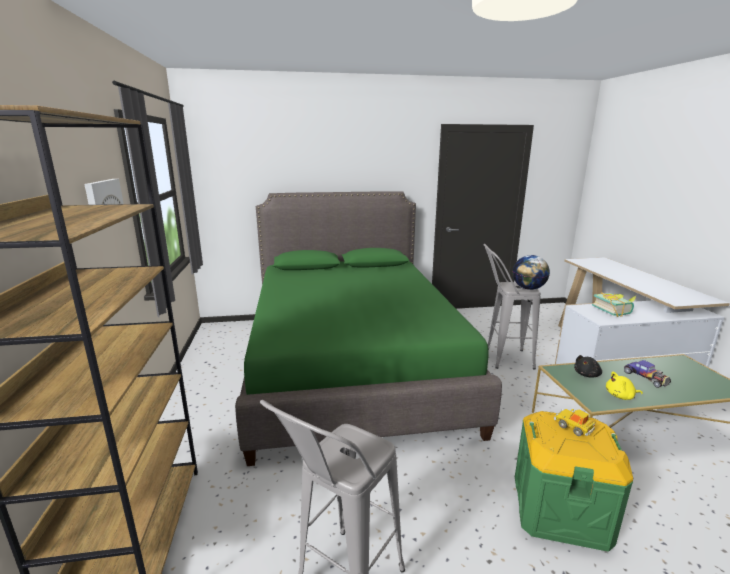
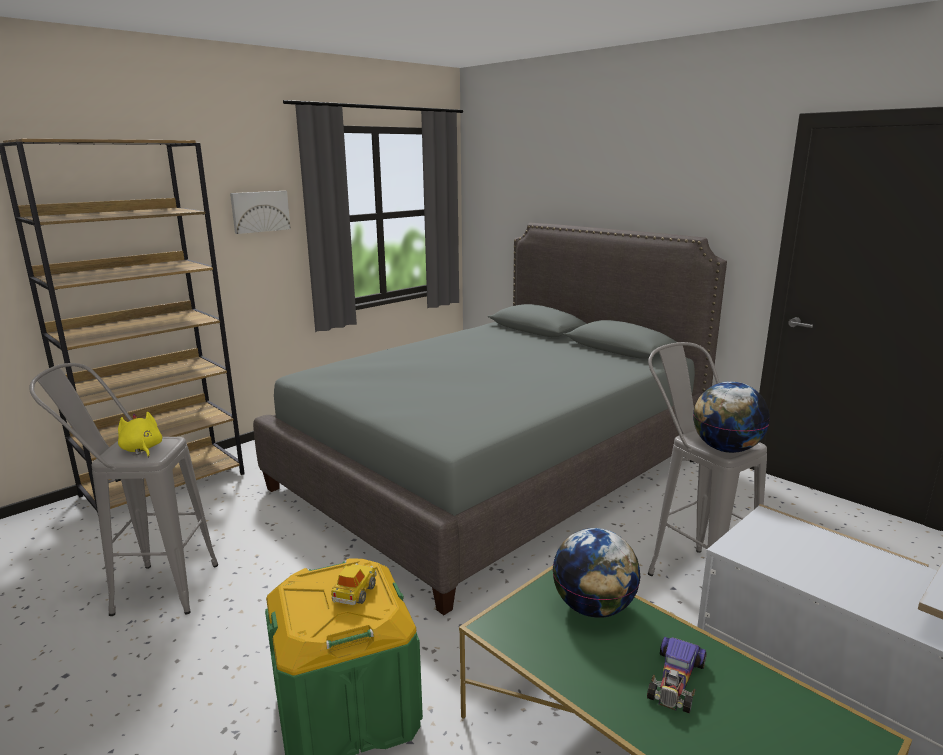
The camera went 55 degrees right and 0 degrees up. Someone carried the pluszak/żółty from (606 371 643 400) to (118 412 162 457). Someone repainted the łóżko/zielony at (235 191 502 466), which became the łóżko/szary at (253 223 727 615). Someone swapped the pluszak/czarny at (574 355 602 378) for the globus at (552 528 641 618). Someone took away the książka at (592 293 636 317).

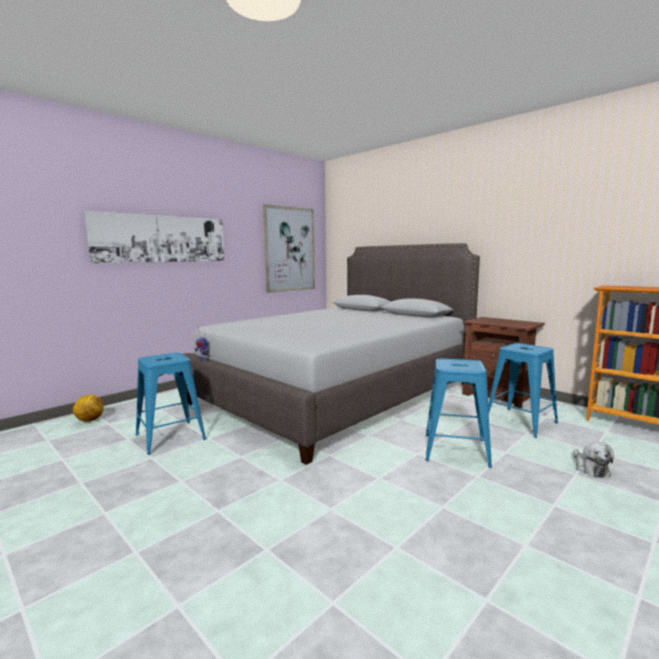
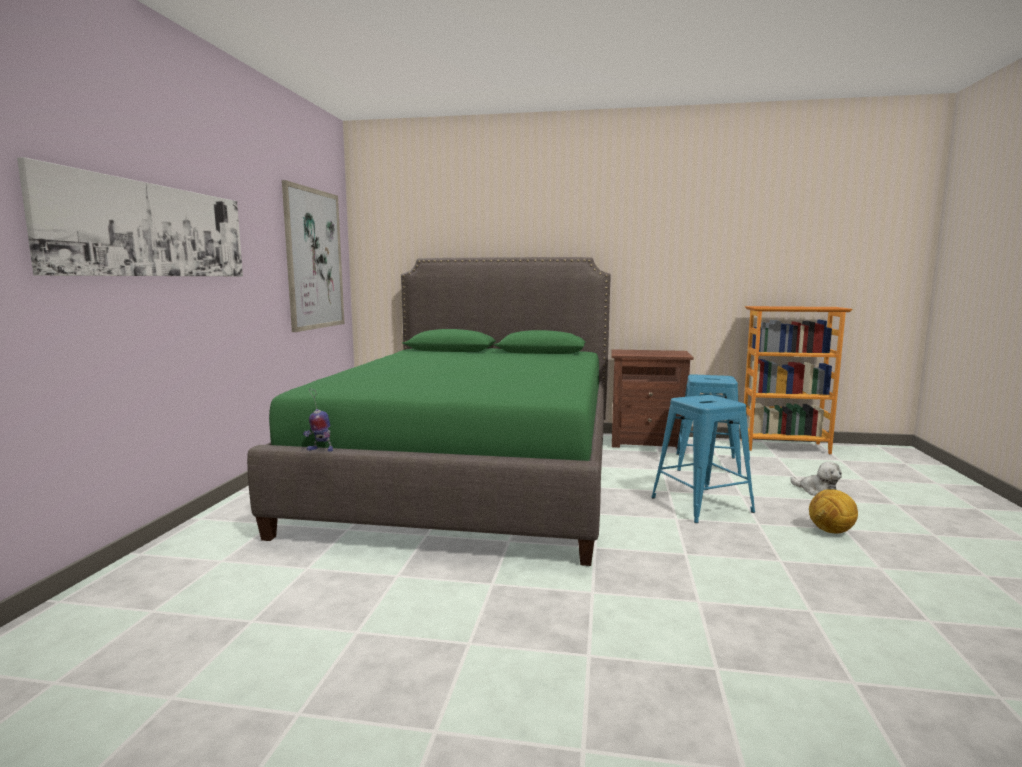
The camera went 35 degrees left and 0 degrees up. Someone repainted the łóżko/szary at (183 243 480 465), which became the łóżko/zielony at (247 257 611 566). Someone carried the piłka futbolowa from (73 395 104 422) to (809 489 858 534). Someone took away the stołek/niebieski at (136 352 206 455).

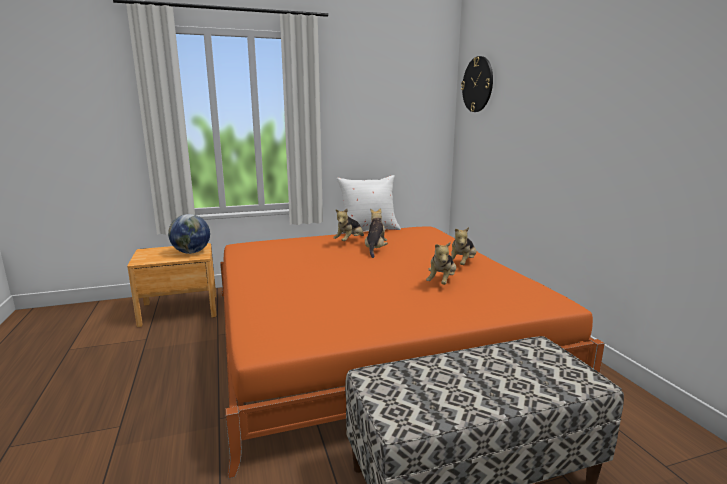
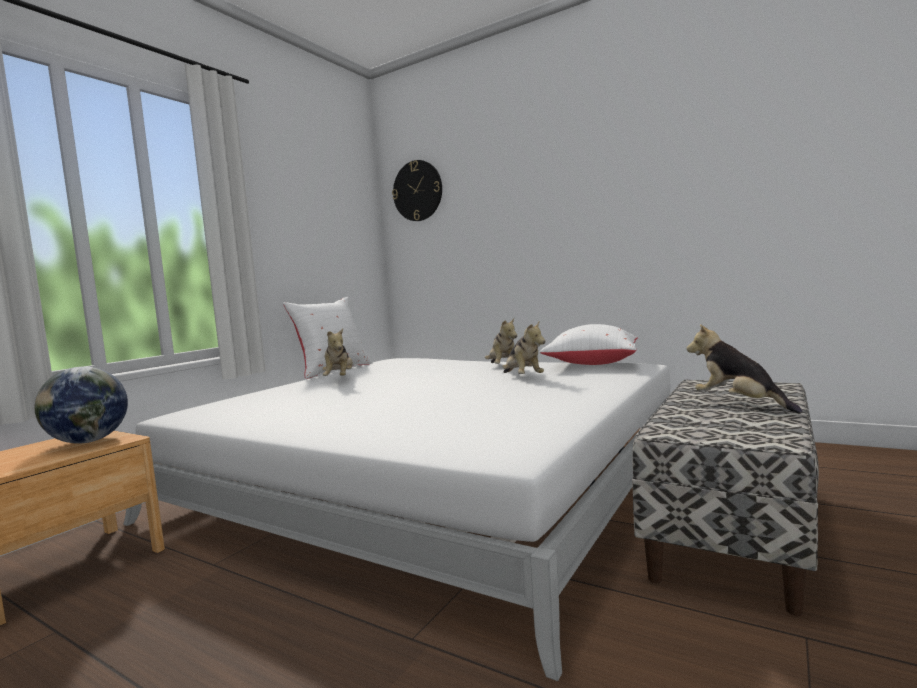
The camera went 40 degrees left and 10 degrees down. Someone repainted the łóżko/pomarańczowy at (220 227 605 478), which became the łóżko/biały at (123 358 671 681). Someone put down the poduszka/biały at (540 324 638 365). Someone carried the pluszak from (365 209 388 258) to (687 325 802 413).

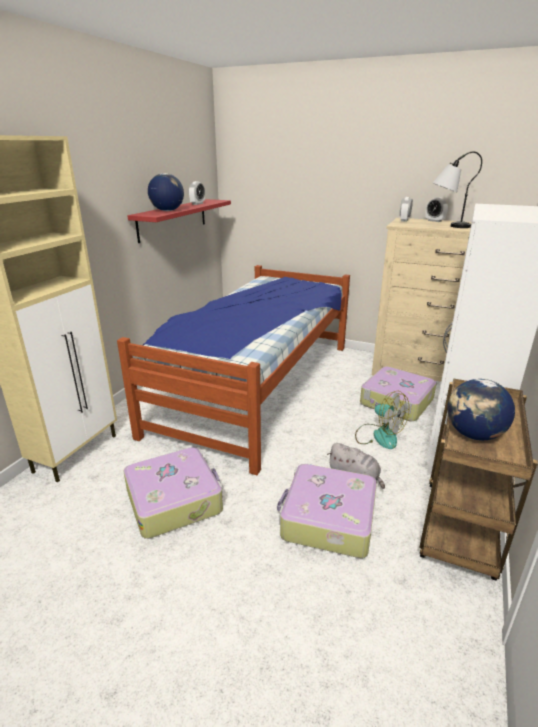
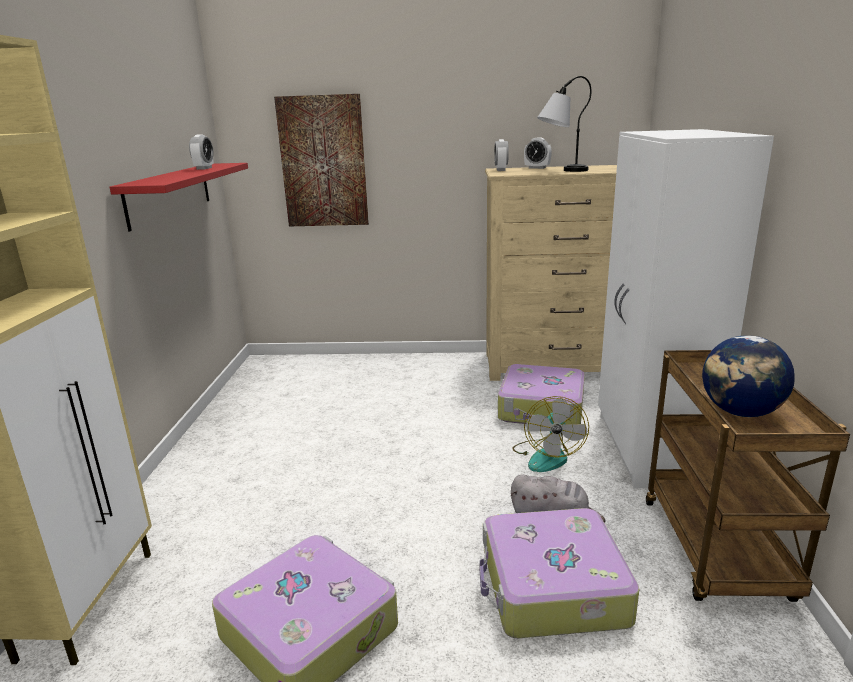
The camera went 20 degrees left and 5 degrees down. Someone put up the obraz at (274 94 369 226). Someone rotated the wentylator at (355 391 409 449) by 75 degrees clockwise. Someone took away the łóżko at (117 265 350 475). Someone took away the globus at (148 173 184 211).

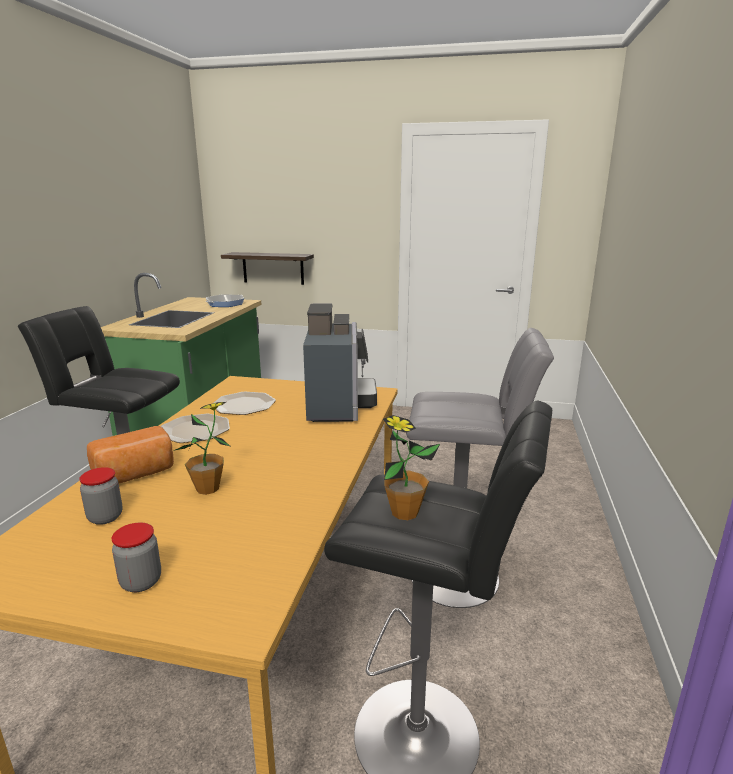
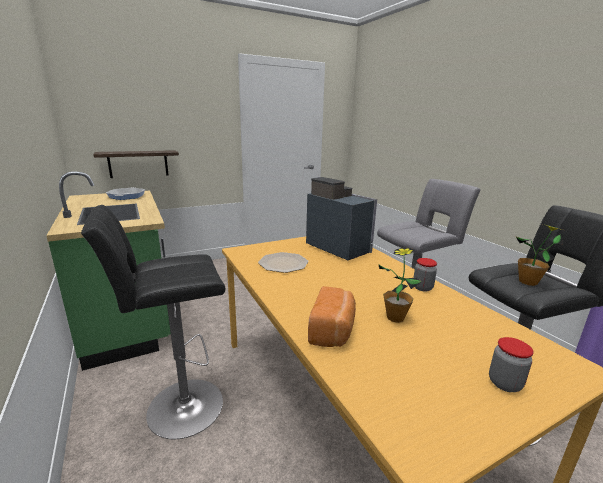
The camera went 40 degrees left and 0 degrees up. Someone carried the słoik from (79 467 123 525) to (414 258 437 292). Someone took away the talerz at (161 414 230 443).

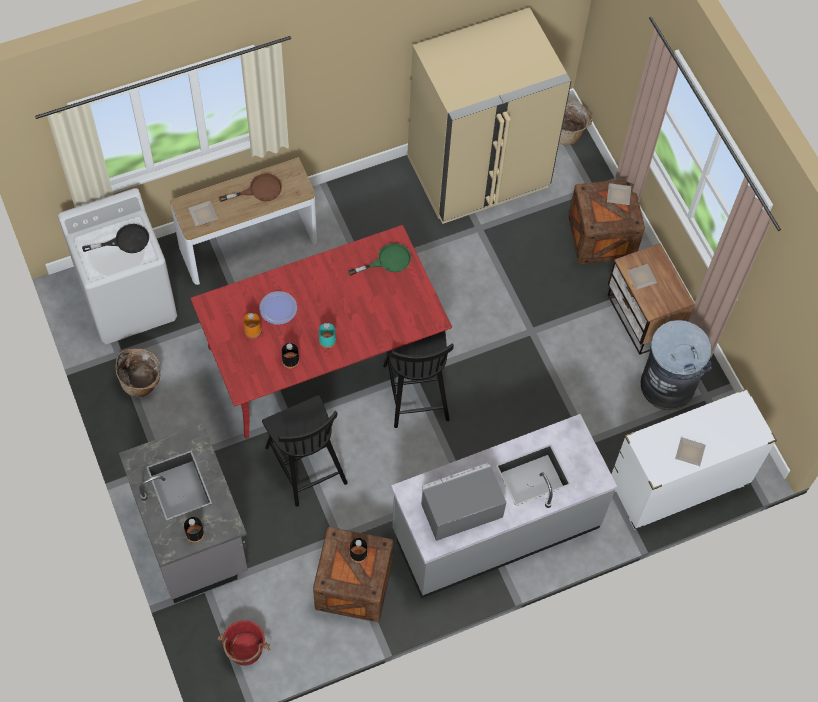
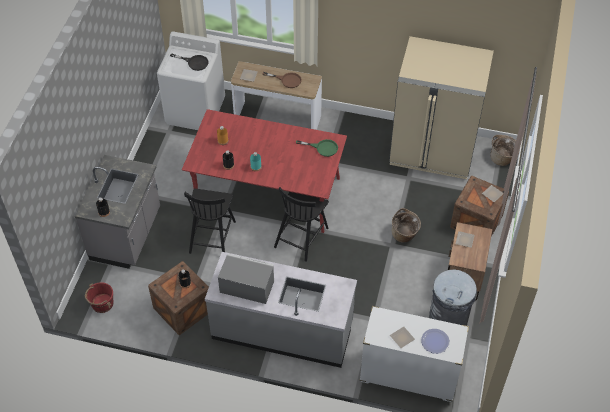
The camera went 40 degrees right and 10 degrees down. Someone carried the koszyk from (116 349 161 397) to (392 208 421 242). Someone carried the talerz from (259 291 297 325) to (421 329 450 354).

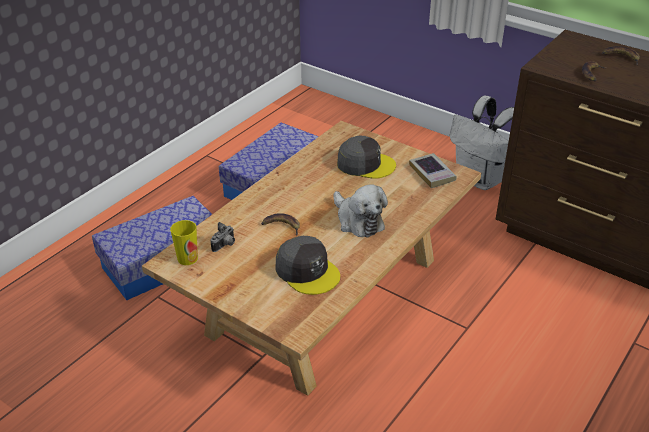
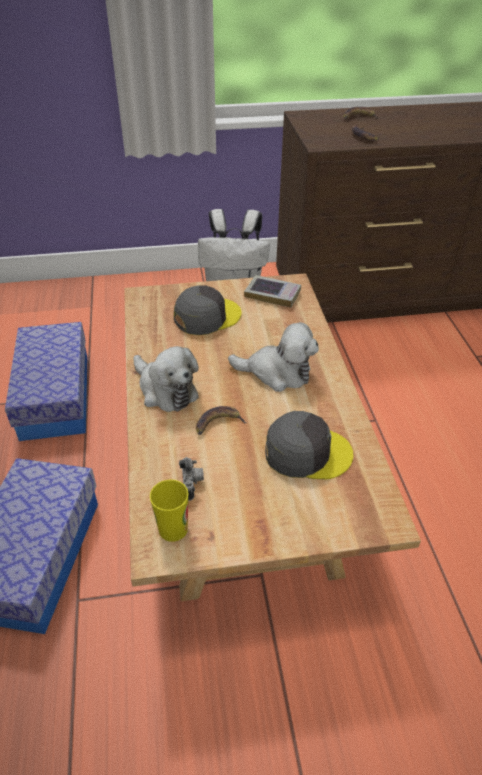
The camera went 45 degrees left and 5 degrees up. Someone put down the pluszak at (134 346 199 412).

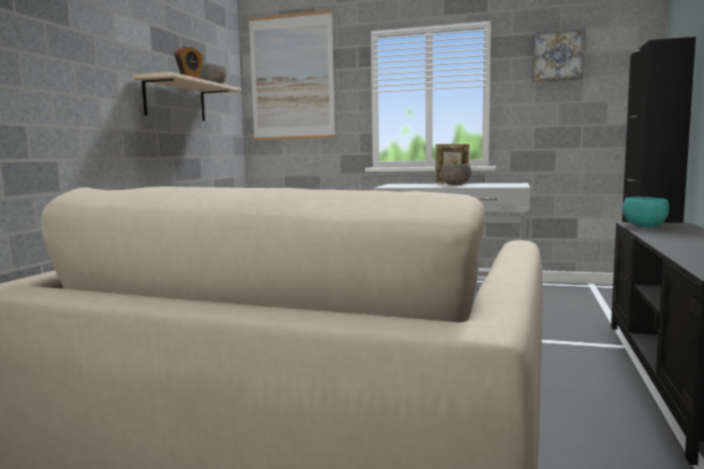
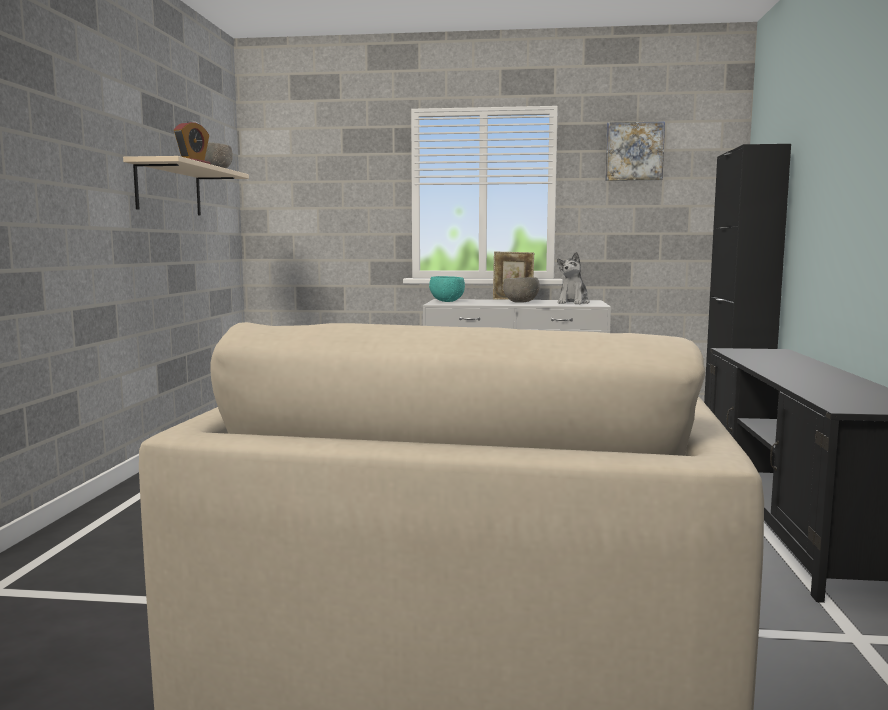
The camera went 10 degrees left and 0 degrees up. Someone carried the miska/turkusowy from (622 197 669 228) to (429 276 465 302). Someone put down the pluszak at (557 252 590 304). Someone took away the obraz at (248 10 335 140).

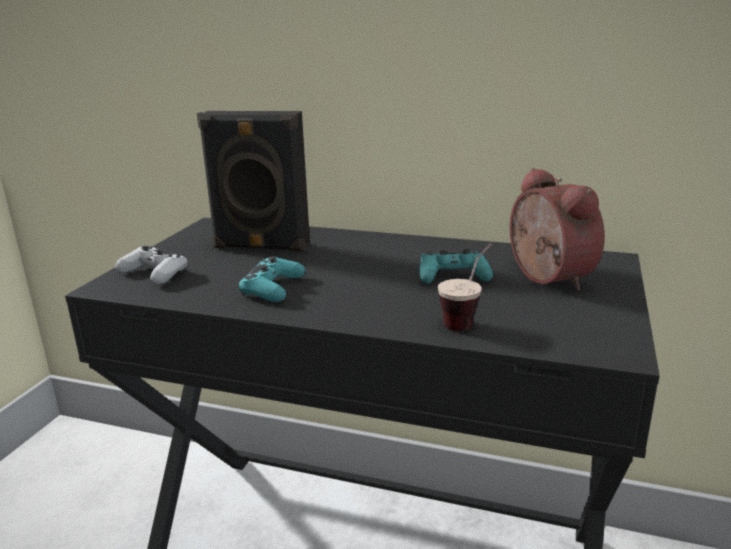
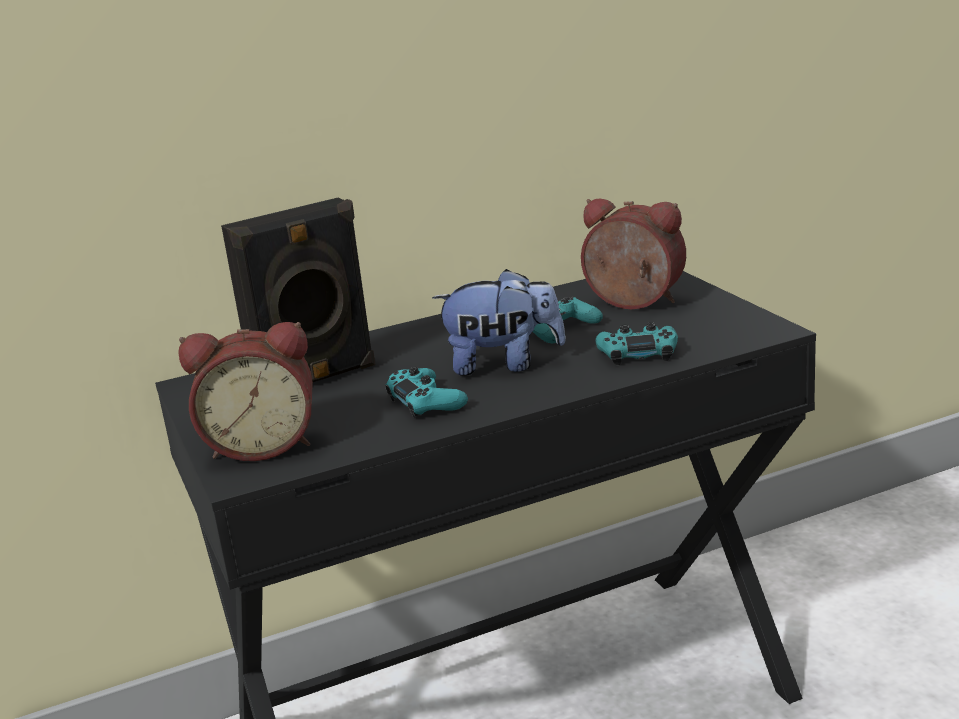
The camera went 40 degrees left and 0 degrees up. Someone swapped the pad do gier/biały at (115 246 187 284) for the budzik at (178 322 313 461). Someone put down the pluszak at (432 269 566 376). Someone swapped the filiżanka at (438 243 492 331) for the pad do gier/turkusowy at (596 322 678 365).

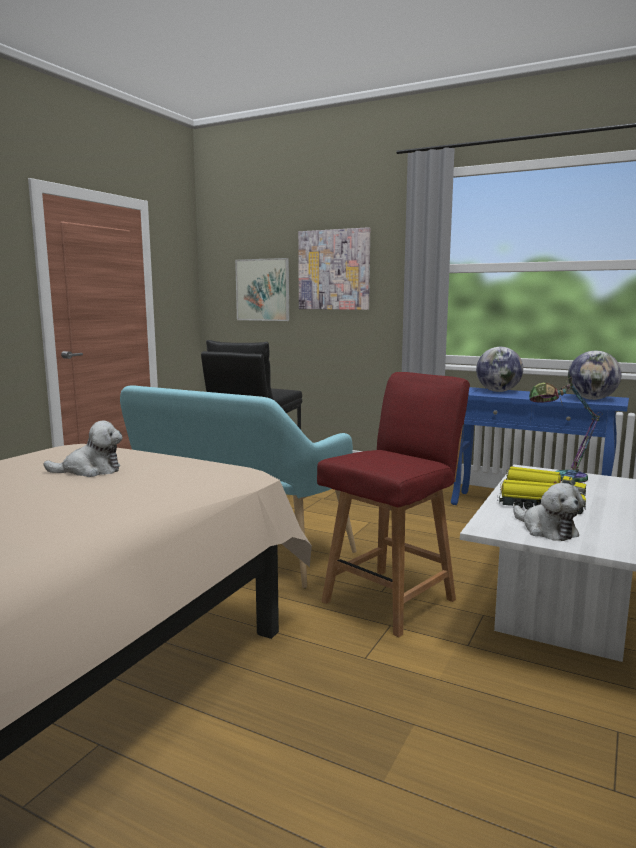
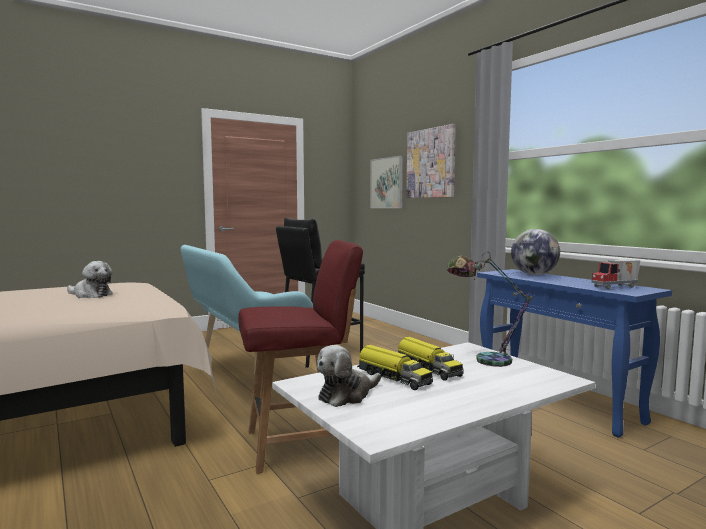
The camera went 30 degrees right and 5 degrees down. Someone rotated the pluszak at (513 483 584 541) by 45 degrees clockwise. Someone swapped the globus at (568 351 622 400) for the ciężarówka zabawkowa at (591 259 640 290).

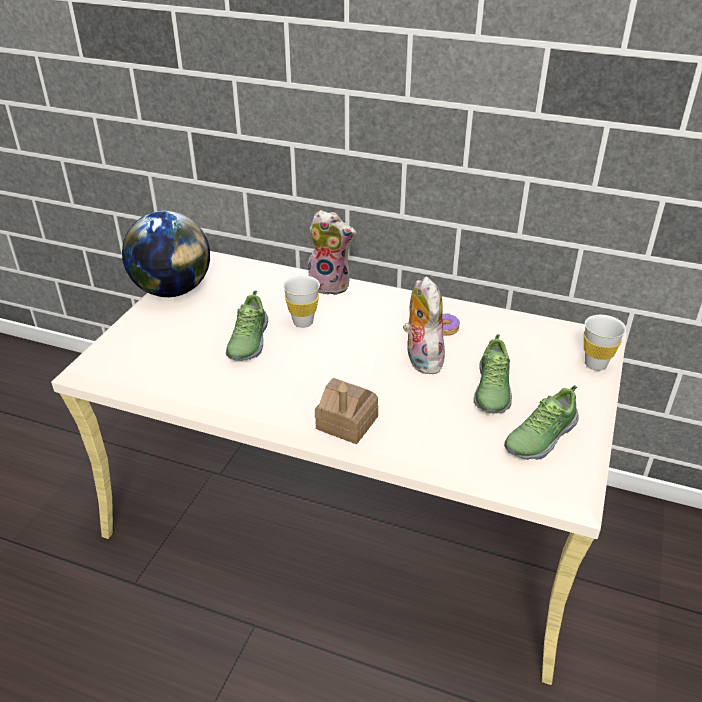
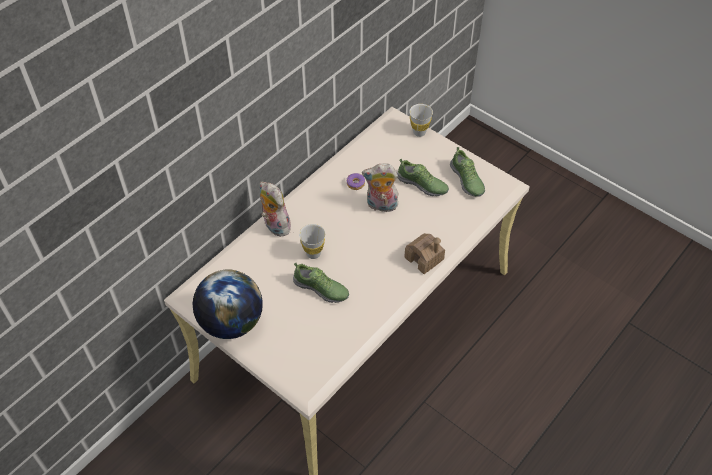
The camera went 70 degrees left and 15 degrees up. Someone rotated the pluszak at (308 210 357 295) by 75 degrees counterclockwise.

